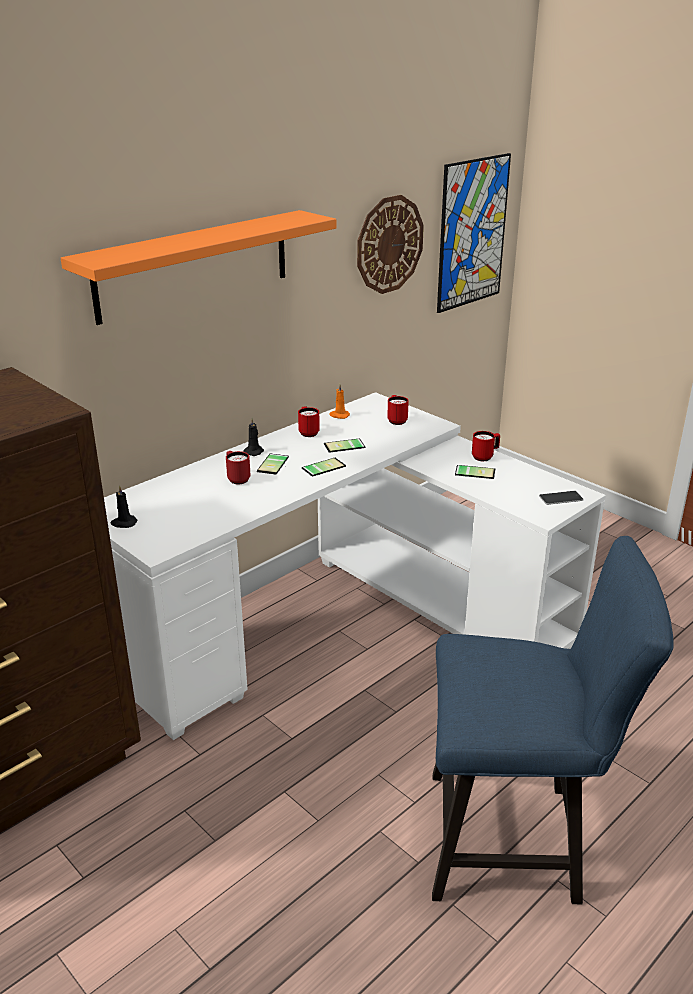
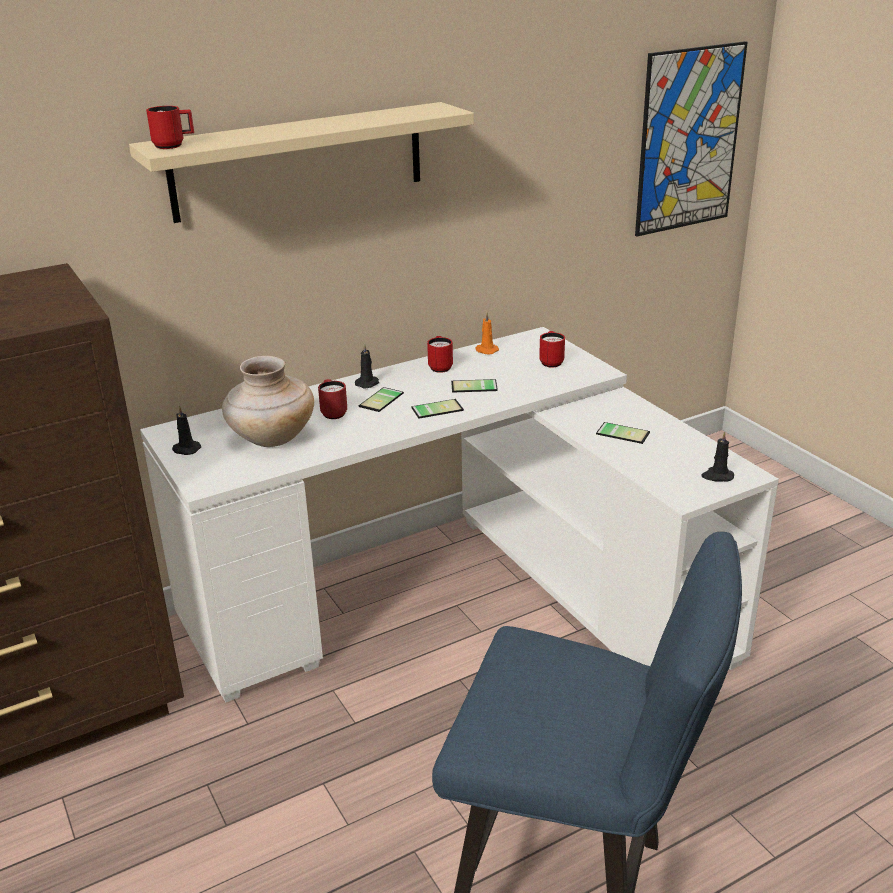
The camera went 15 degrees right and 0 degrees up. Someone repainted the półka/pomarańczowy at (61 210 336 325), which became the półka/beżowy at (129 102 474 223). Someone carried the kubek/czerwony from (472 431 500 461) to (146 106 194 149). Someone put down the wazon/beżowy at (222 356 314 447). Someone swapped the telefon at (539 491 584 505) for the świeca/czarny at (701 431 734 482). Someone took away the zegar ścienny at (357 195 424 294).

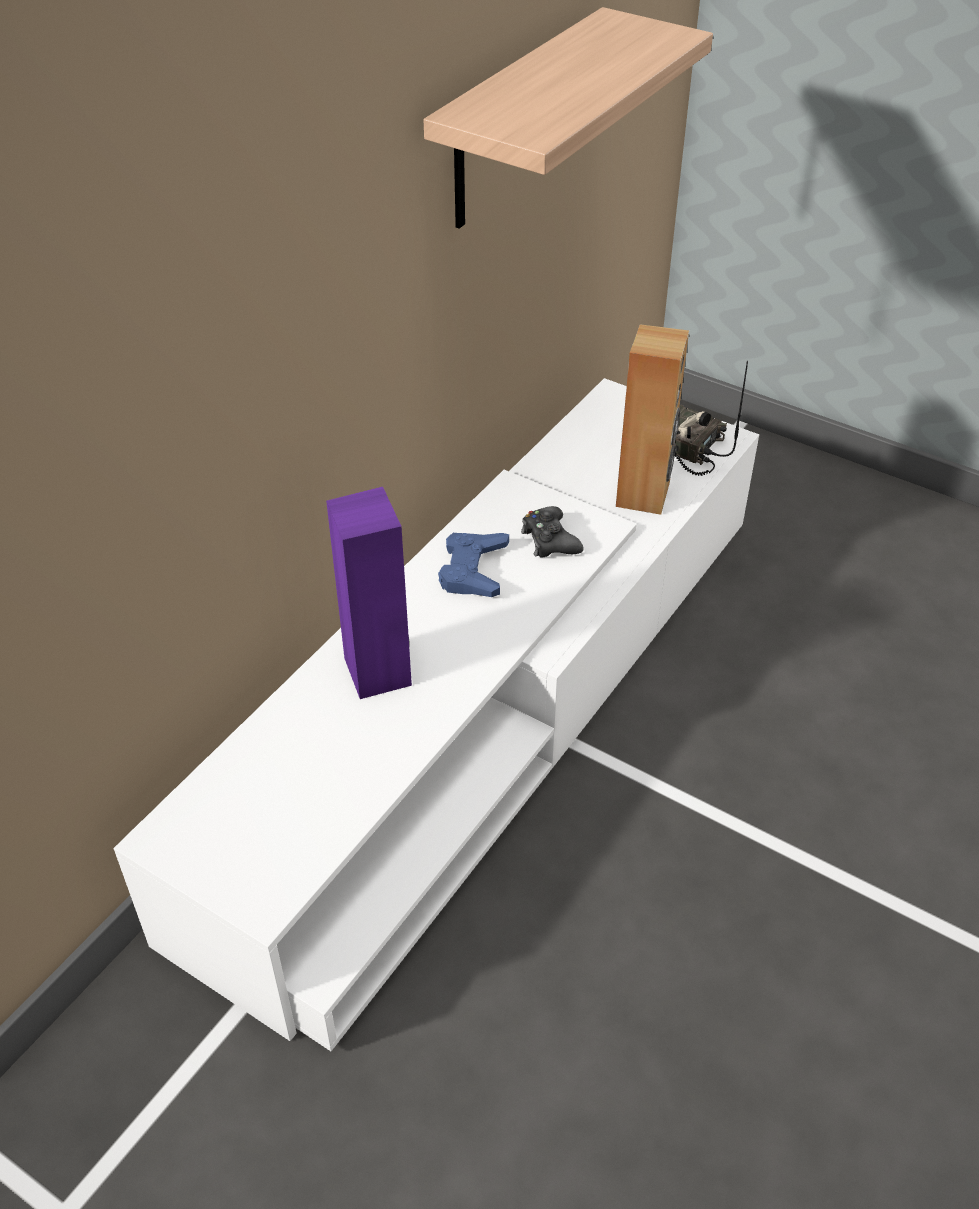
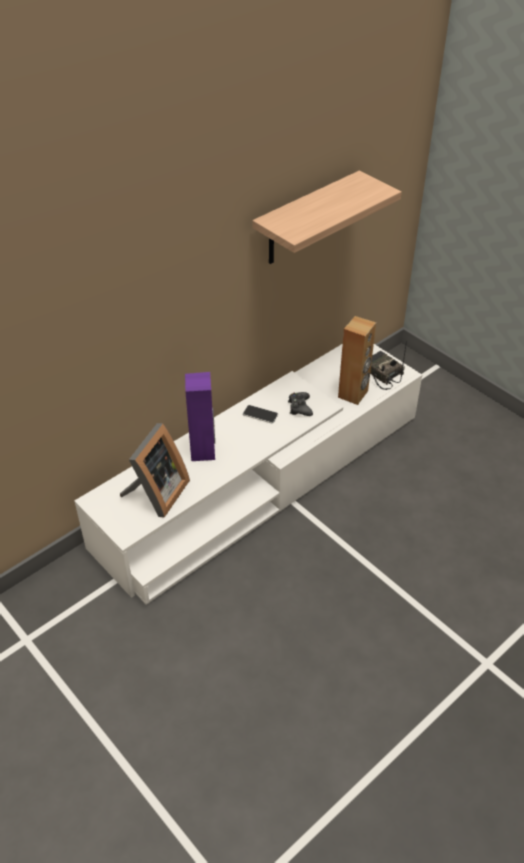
The camera went 15 degrees right and 0 degrees up. Someone put down the ramka na zdjęcie at (120 423 190 517). Someone swapped the pad do gier/niebieski at (438 533 509 597) for the telefon at (243 405 278 423).

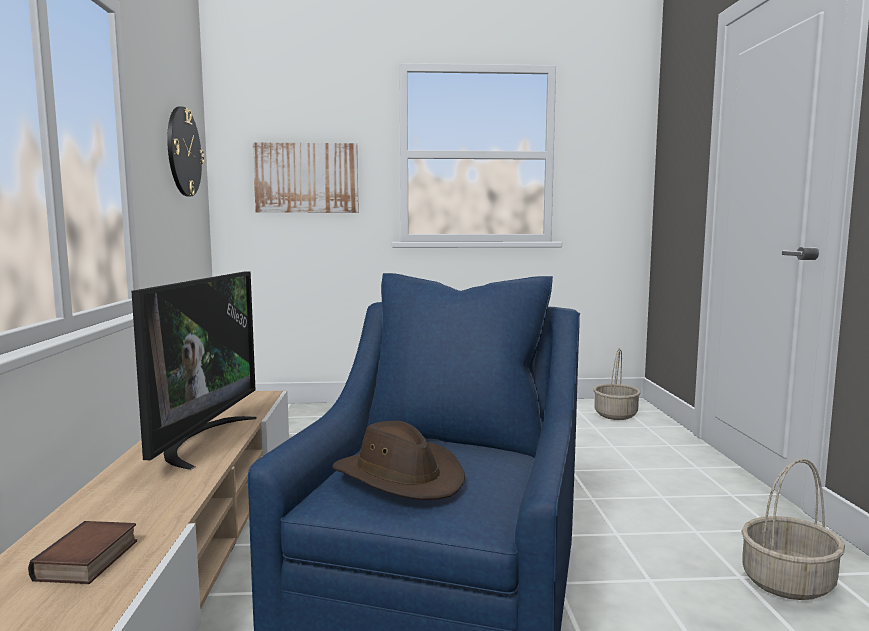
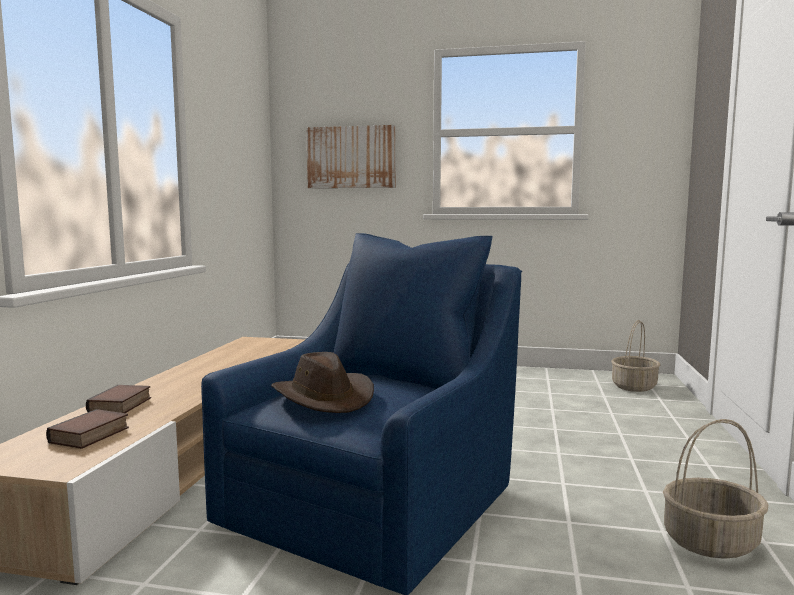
The camera went 15 degrees right and 0 degrees up. Someone put down the książka at (86 385 151 413). Someone took away the telewizor at (131 271 257 470). Someone took away the zegar ścienny at (167 107 205 196).

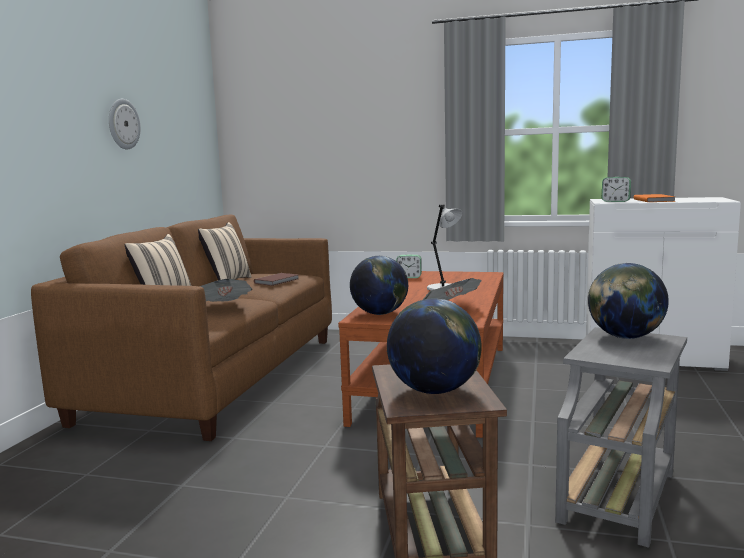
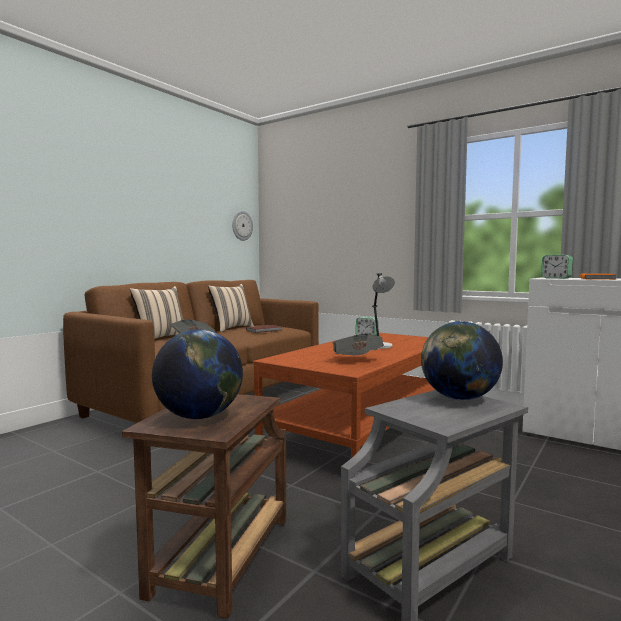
The camera went 20 degrees right and 5 degrees down. Someone carried the zegar ścienny from (109 99 141 150) to (232 211 253 241). Someone took away the globus at (350 256 408 315).

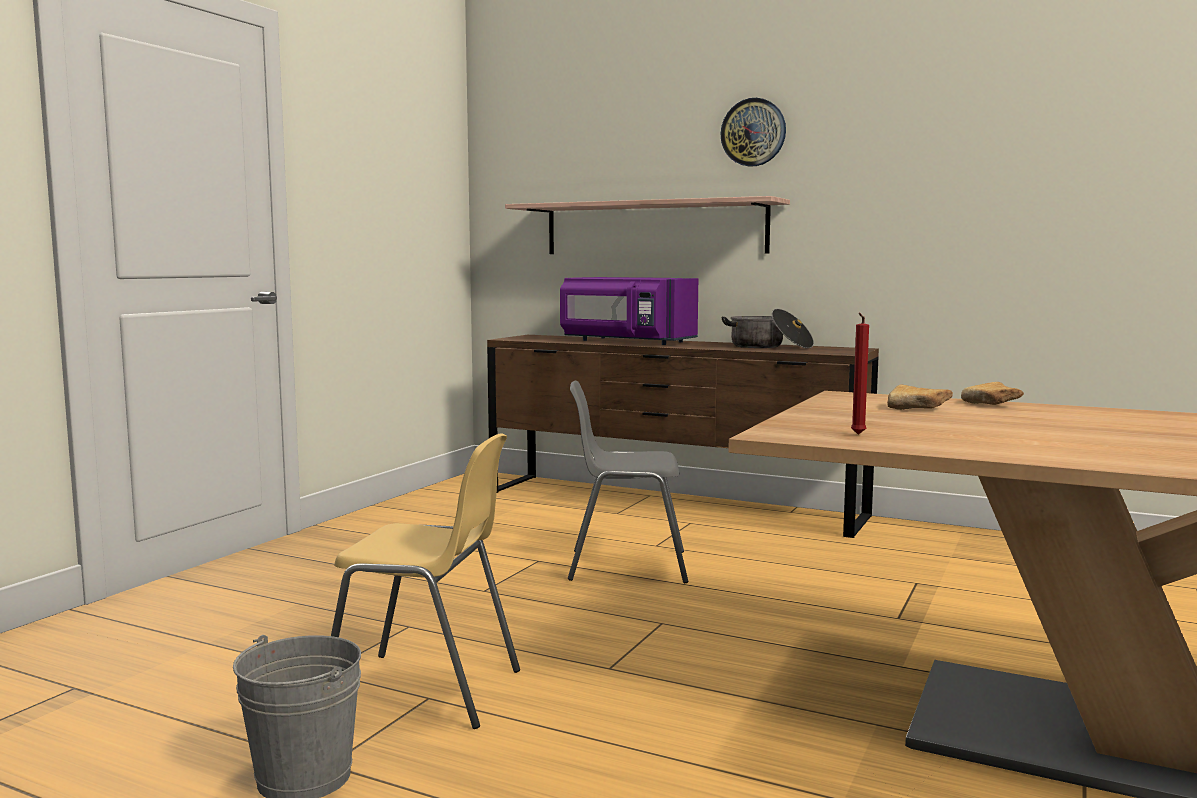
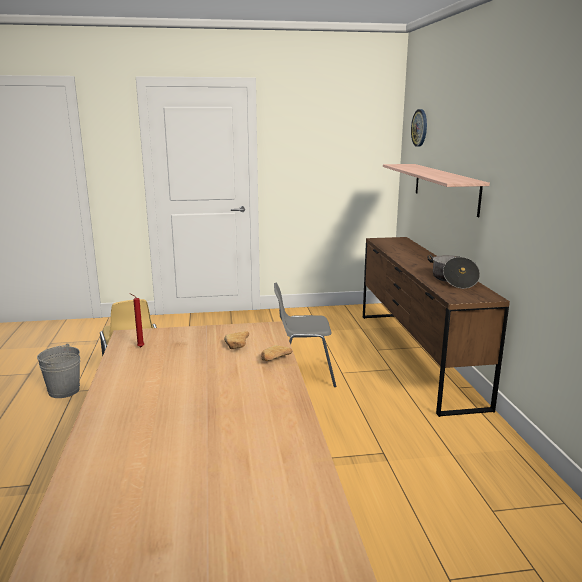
The camera went 55 degrees right and 10 degrees up. Someone rotated the krzesło/szary at (568 381 688 583) by 60 degrees counterclockwise. Someone carried the zegar ścienny from (721 98 786 167) to (411 109 427 147). Someone took away the mikrofalówka/fioletowy at (560 277 698 345).

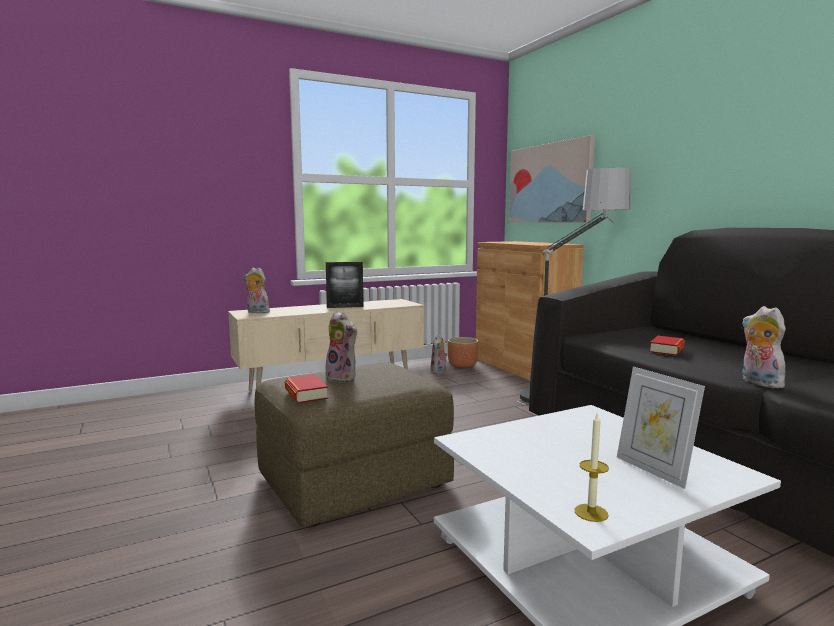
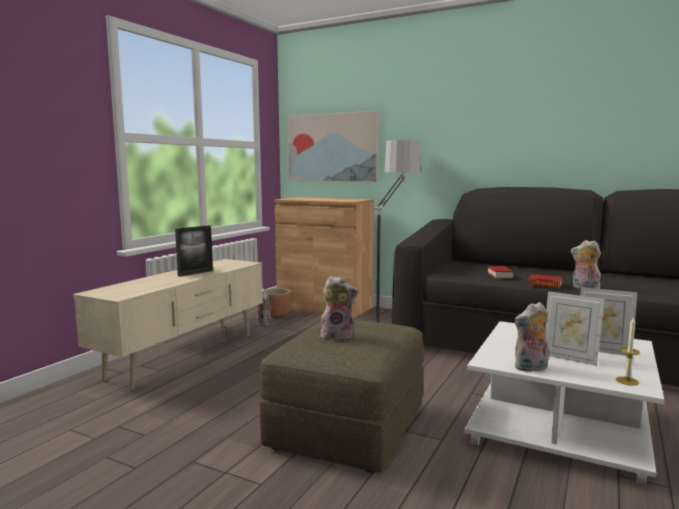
The camera went 35 degrees left and 0 degrees up. Someone carried the pluszak from (243 267 270 313) to (514 302 549 372). Someone carried the książka from (285 375 328 403) to (528 274 562 289). Someone put down the ramka na zdjęcie at (545 291 604 366).

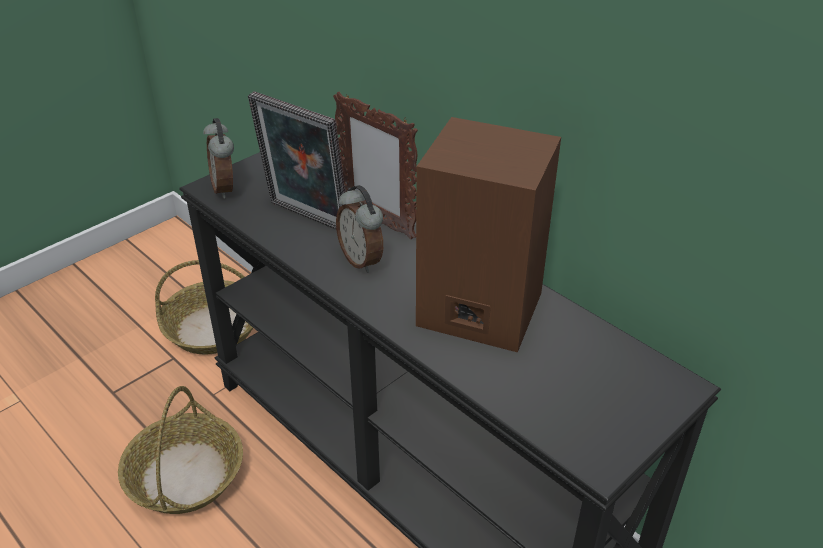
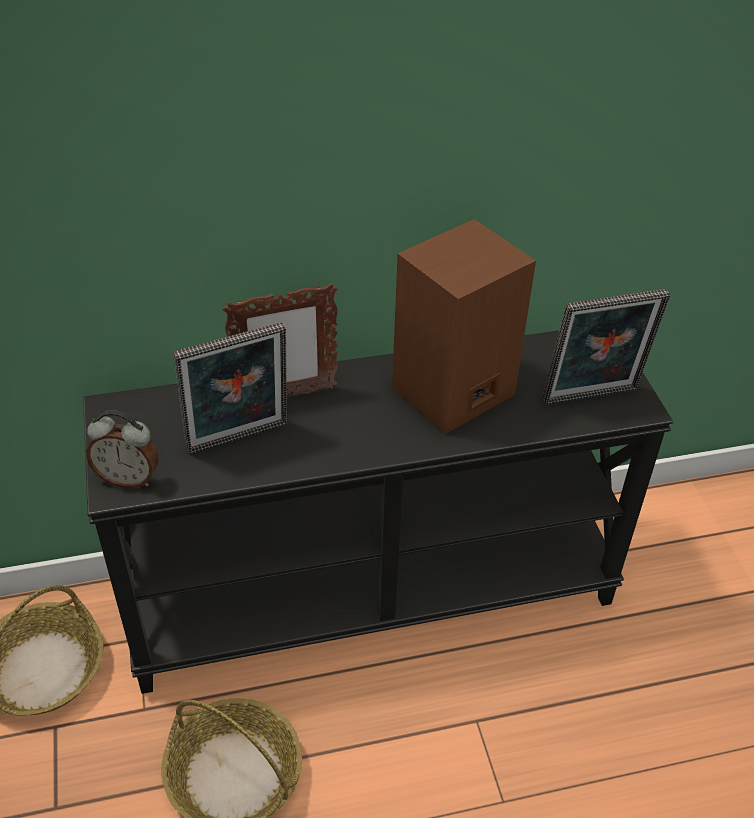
The camera went 60 degrees left and 5 degrees up. Someone put down the ramka na zdjęcie at (542 289 670 405). Someone took away the budzik at (336 185 383 273).

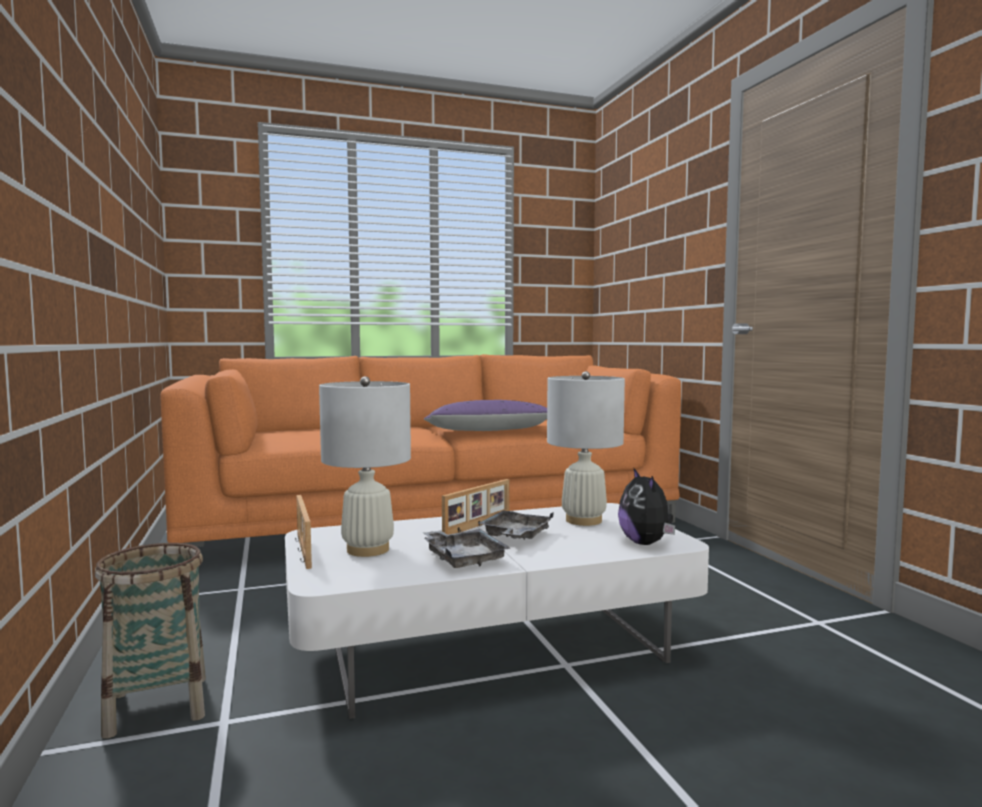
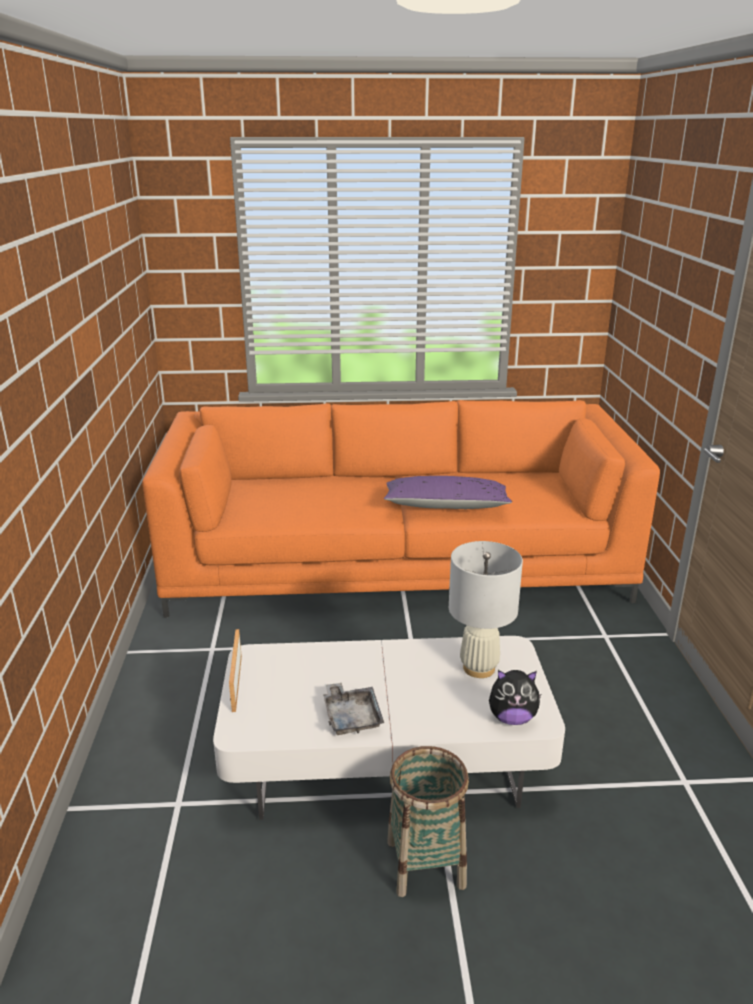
The camera went 15 degrees right and 20 degrees up. Someone carried the koszyk from (95 543 206 739) to (387 746 469 897). Someone rotated the pluszak at (618 467 676 545) by 90 degrees counterclockwise. Someone took away the lampa stołowa/biały at (319 376 411 557). Someone took away the ramka na zdjęcie at (442 479 510 535). Someone took away the taca/szary at (478 510 554 540).

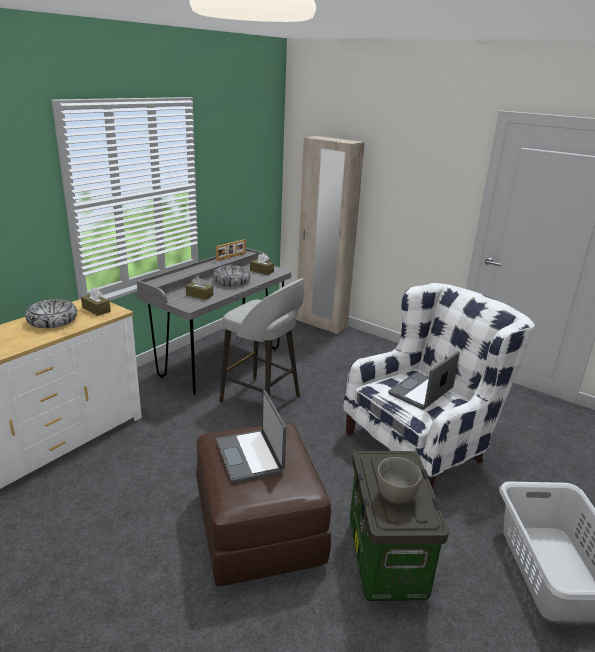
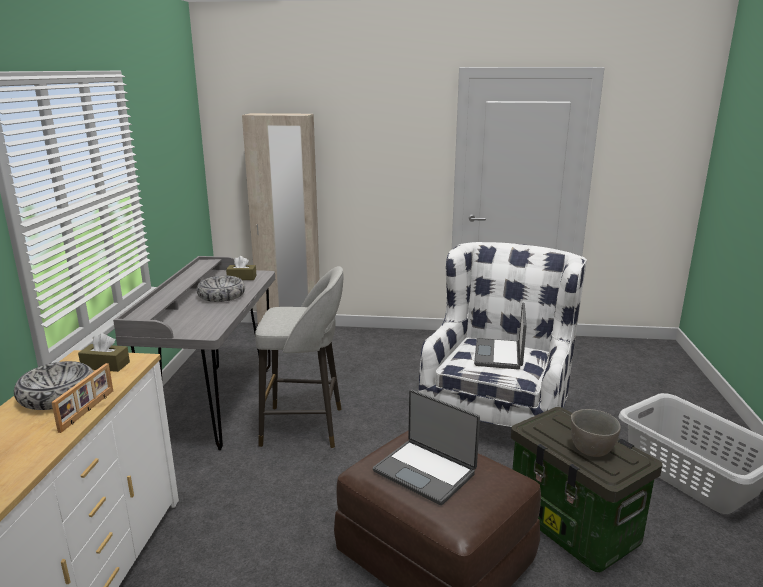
The camera went 30 degrees left and 5 degrees down. Someone carried the ramka na zdjęcie from (216 239 246 261) to (51 363 113 433). Someone took away the pudełko chusteczek/brązowy at (186 276 213 300).

